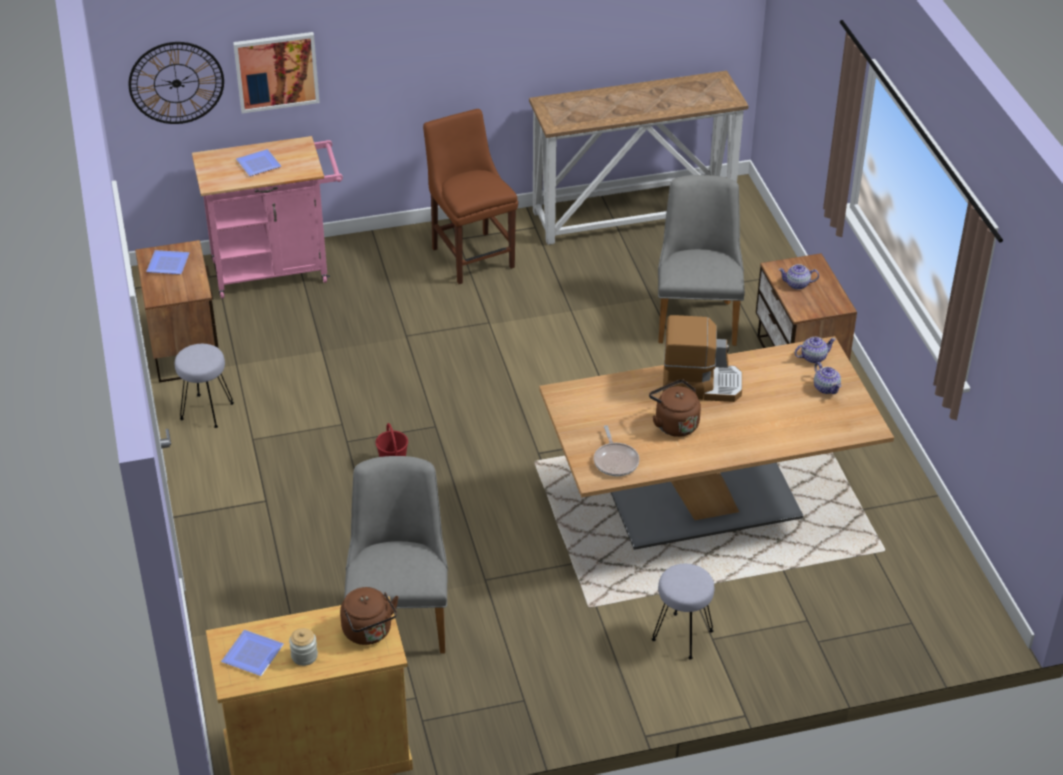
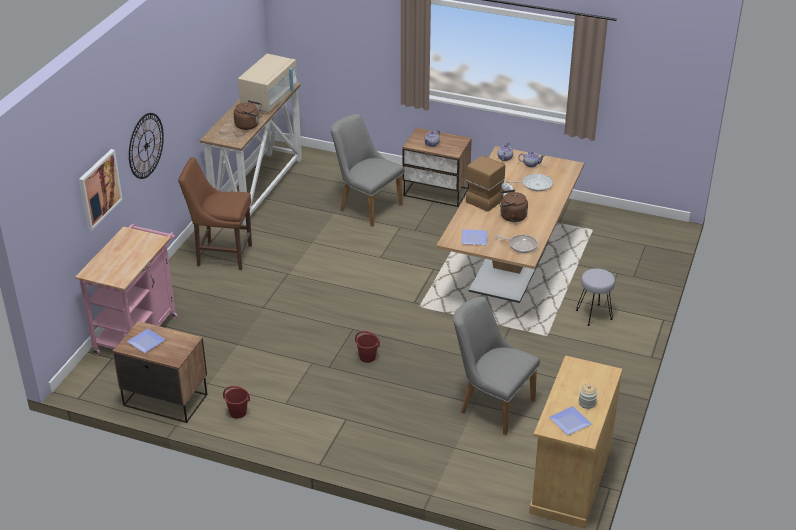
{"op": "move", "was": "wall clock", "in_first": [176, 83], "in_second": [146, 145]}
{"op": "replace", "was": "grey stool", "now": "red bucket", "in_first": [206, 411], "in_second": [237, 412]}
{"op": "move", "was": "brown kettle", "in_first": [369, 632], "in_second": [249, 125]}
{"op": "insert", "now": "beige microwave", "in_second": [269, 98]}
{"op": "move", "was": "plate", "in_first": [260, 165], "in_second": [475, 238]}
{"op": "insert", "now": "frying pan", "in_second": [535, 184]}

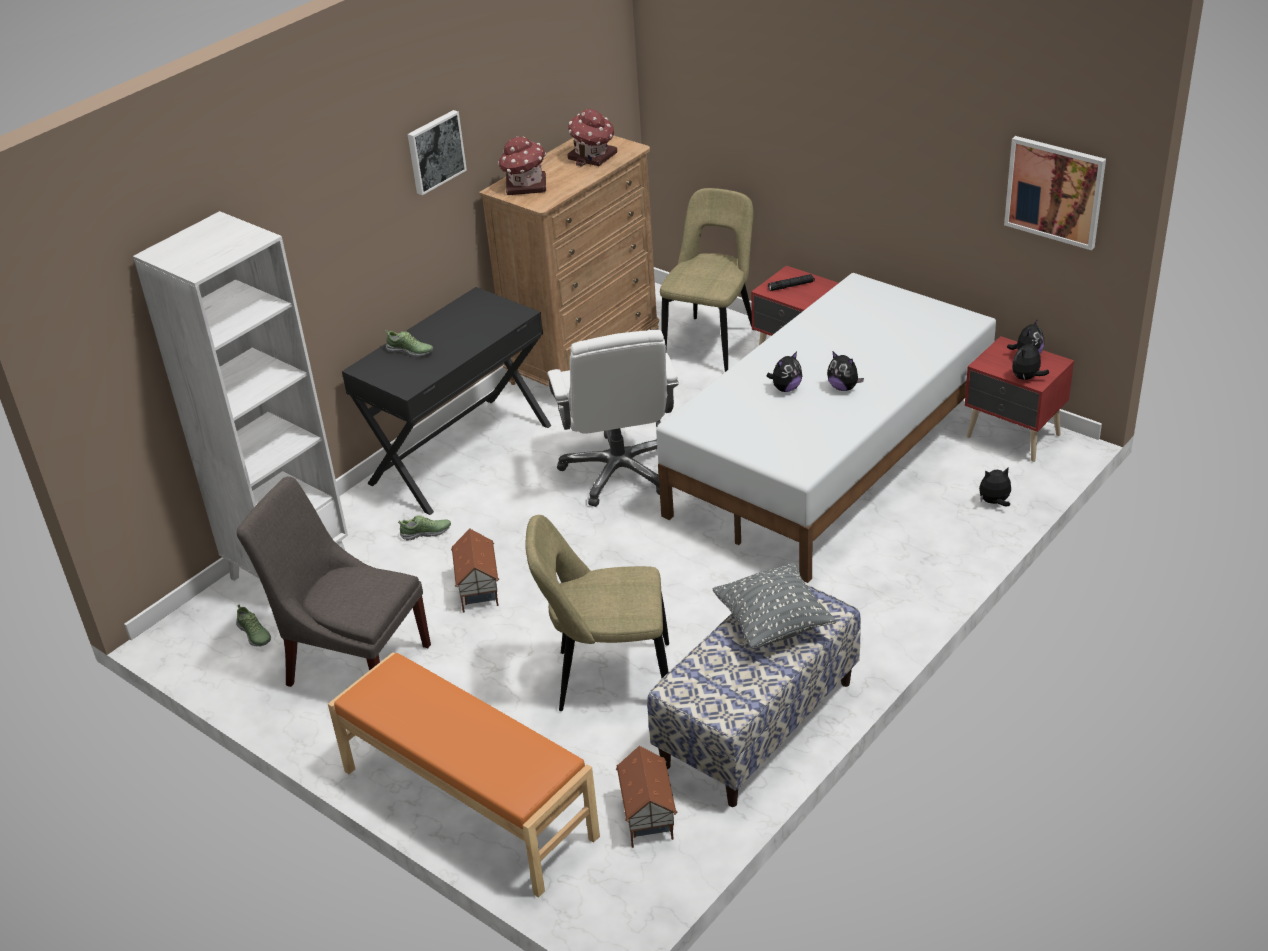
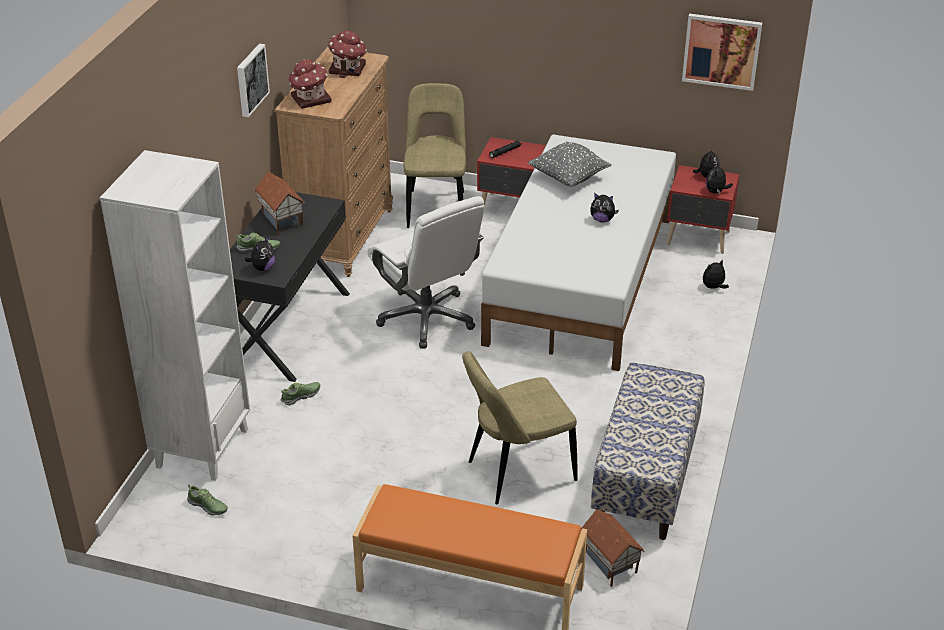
{"op": "move", "was": "plush toy", "in_first": [786, 388], "in_second": [263, 268]}
{"op": "move", "was": "toy house", "in_first": [477, 591], "in_second": [280, 220]}
{"op": "move", "was": "grey pillow", "in_first": [773, 624], "in_second": [568, 178]}
{"op": "delete", "was": "grey chair", "in_first": [353, 662]}

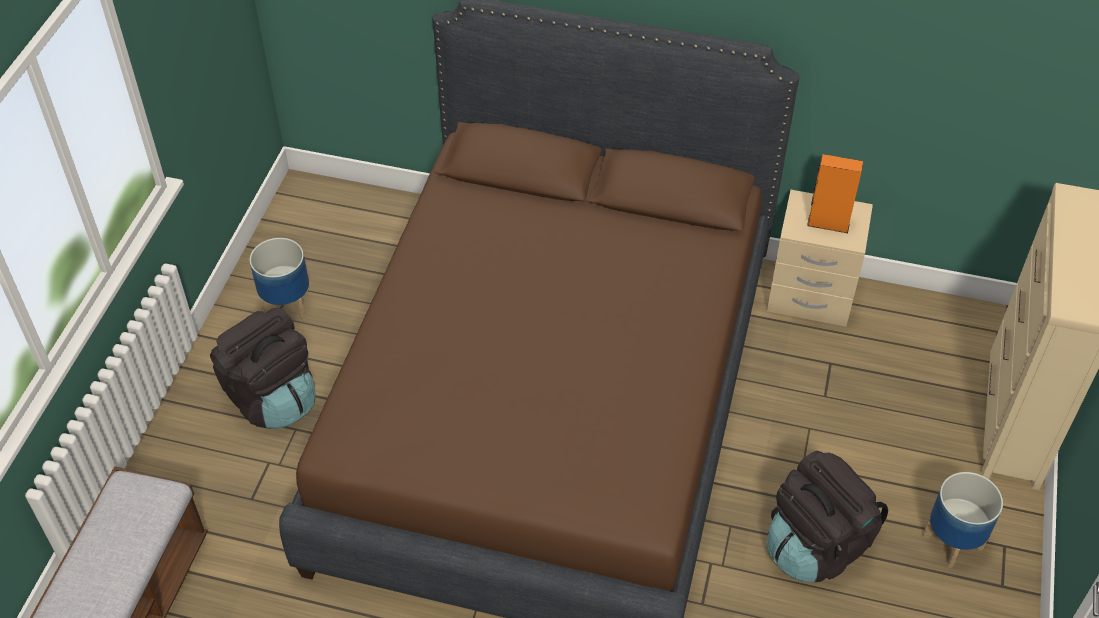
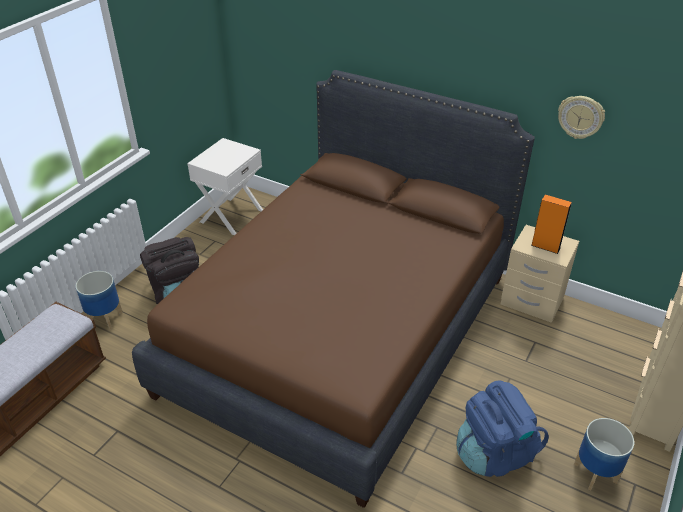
{"op": "move", "was": "planter", "in_first": [287, 305], "in_second": [105, 318]}
{"op": "insert", "now": "white nightstand", "in_second": [231, 216]}
{"op": "recolor", "was": "black backpack", "now": "blue backpack", "in_first": [816, 546], "in_second": [494, 453]}
{"op": "insert", "now": "wall clock", "in_second": [580, 117]}

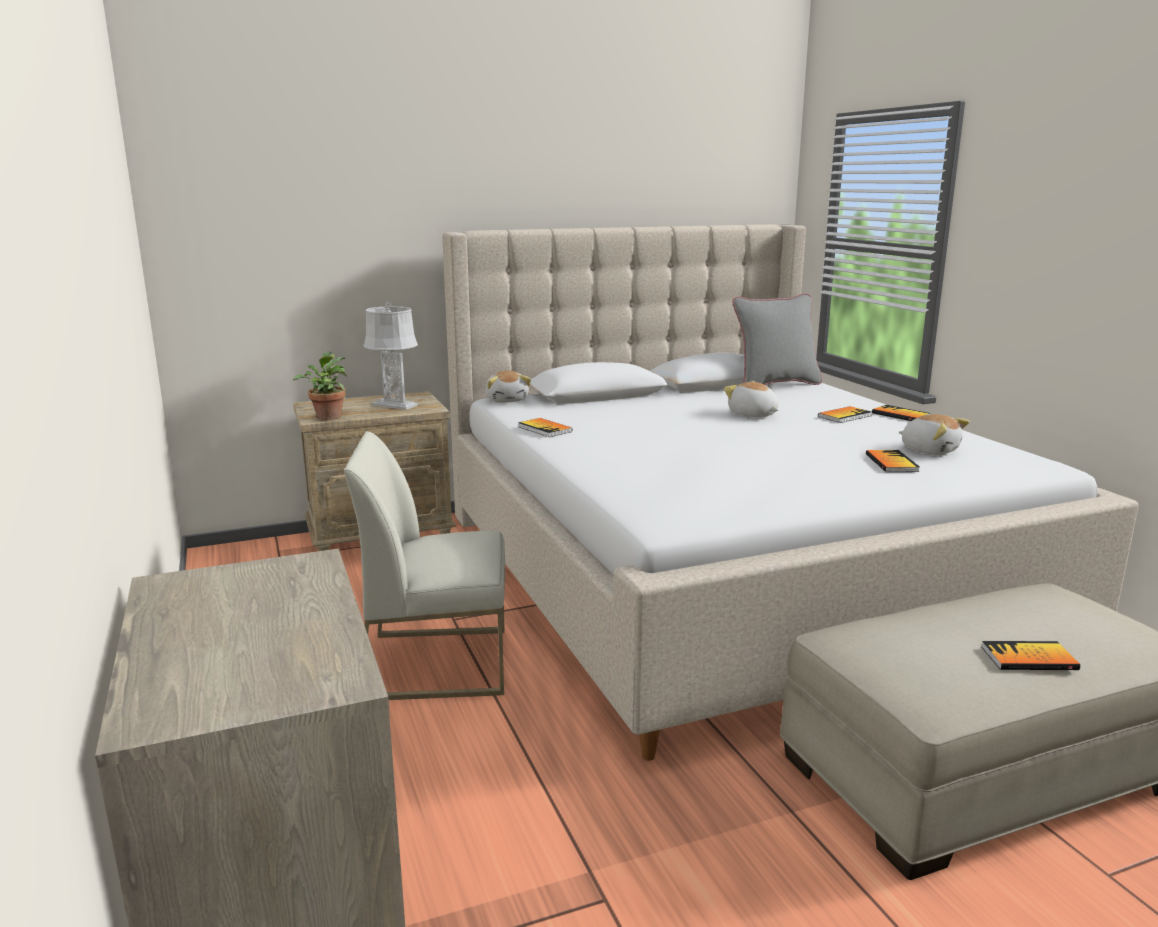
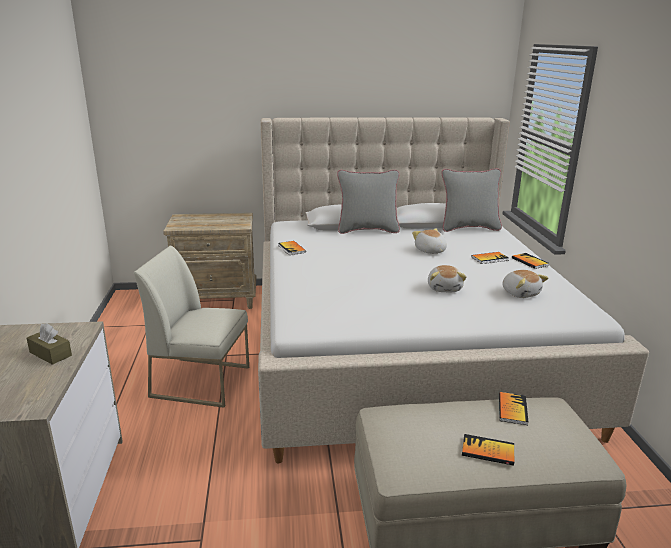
{"op": "insert", "now": "brown tissue box", "in_second": [50, 354]}
{"op": "insert", "now": "grey pillow", "in_second": [367, 230]}
{"op": "move", "was": "plush toy", "in_first": [507, 400], "in_second": [445, 288]}
{"op": "move", "was": "book", "in_first": [891, 463], "in_second": [512, 409]}
{"op": "delete", "was": "potted plant", "in_first": [328, 416]}
{"op": "delete", "was": "grey table lamp", "in_first": [394, 405]}

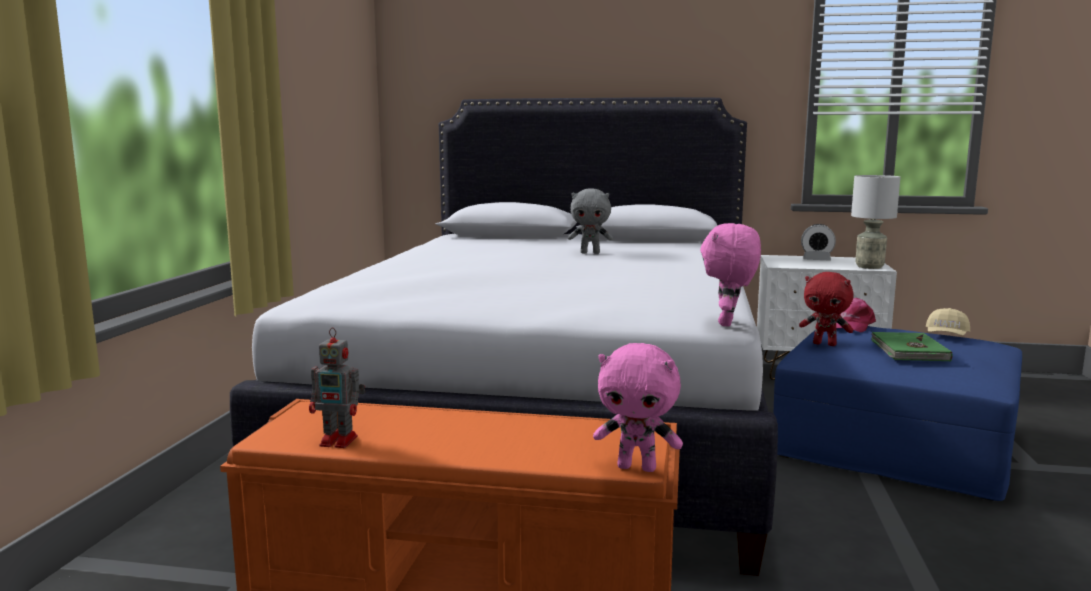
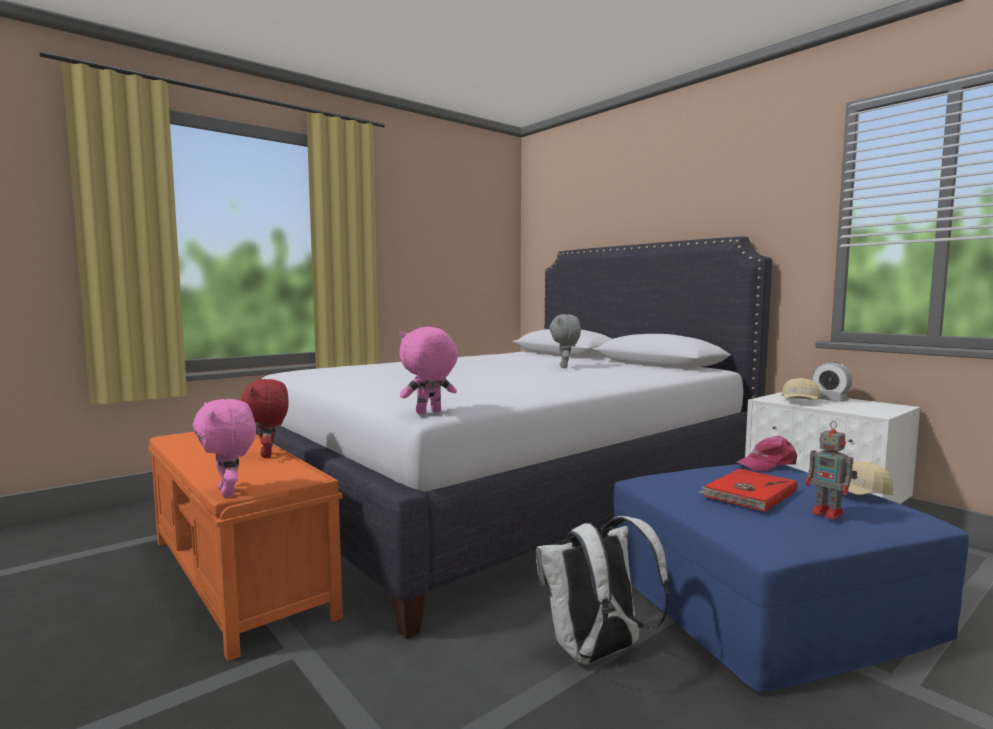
{"op": "move", "was": "red plush toy", "in_first": [825, 344], "in_second": [268, 455]}
{"op": "insert", "now": "white backpack", "in_second": [597, 653]}
{"op": "rotate", "was": "grey plush toy", "in_first": [590, 253], "in_second": [565, 367], "clockwise": 45}
{"op": "recolor", "was": "green book", "now": "red book", "in_first": [908, 350], "in_second": [748, 493]}
{"op": "insert", "now": "beige cap", "in_second": [800, 402]}
{"op": "move", "was": "toy robot", "in_first": [340, 441], "in_second": [829, 513]}
{"op": "delete", "was": "grey table lamp", "in_first": [868, 267]}

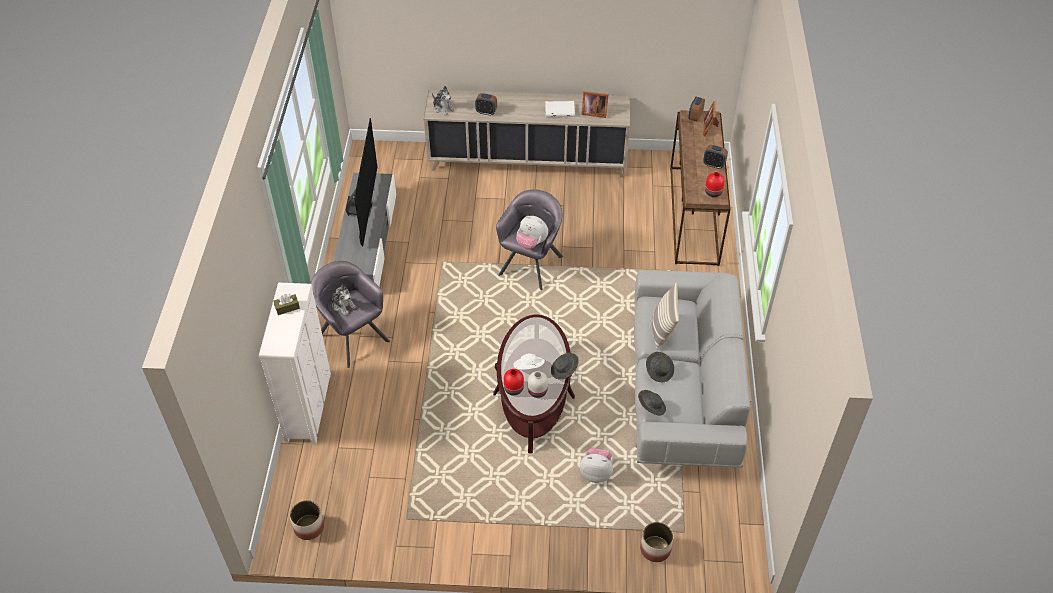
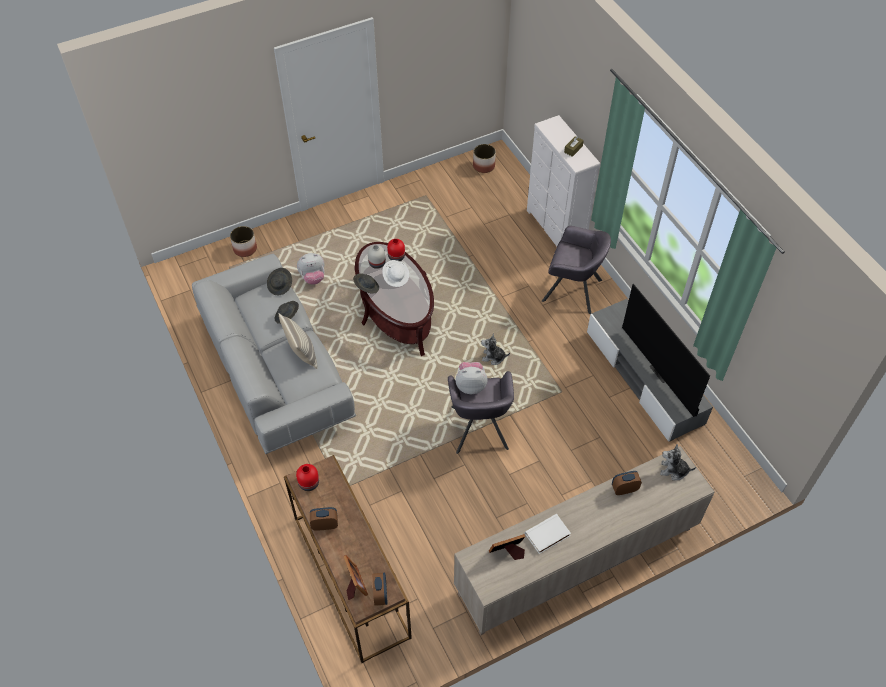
{"op": "move", "was": "plush toy", "in_first": [343, 305], "in_second": [493, 357]}

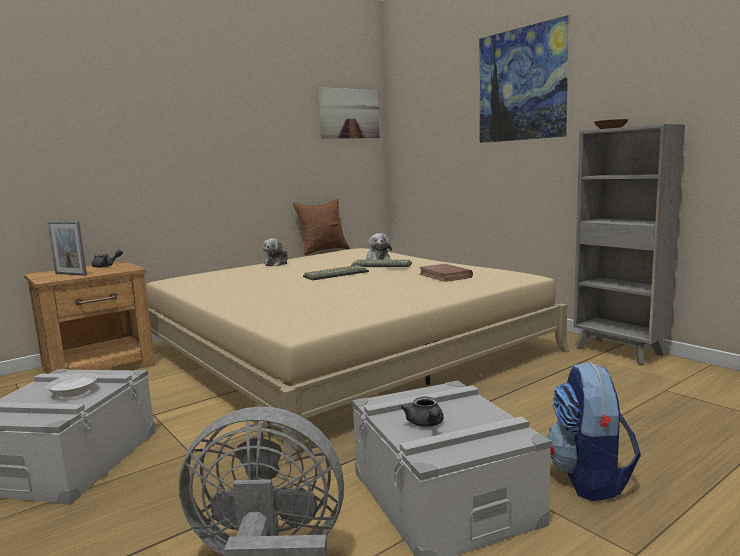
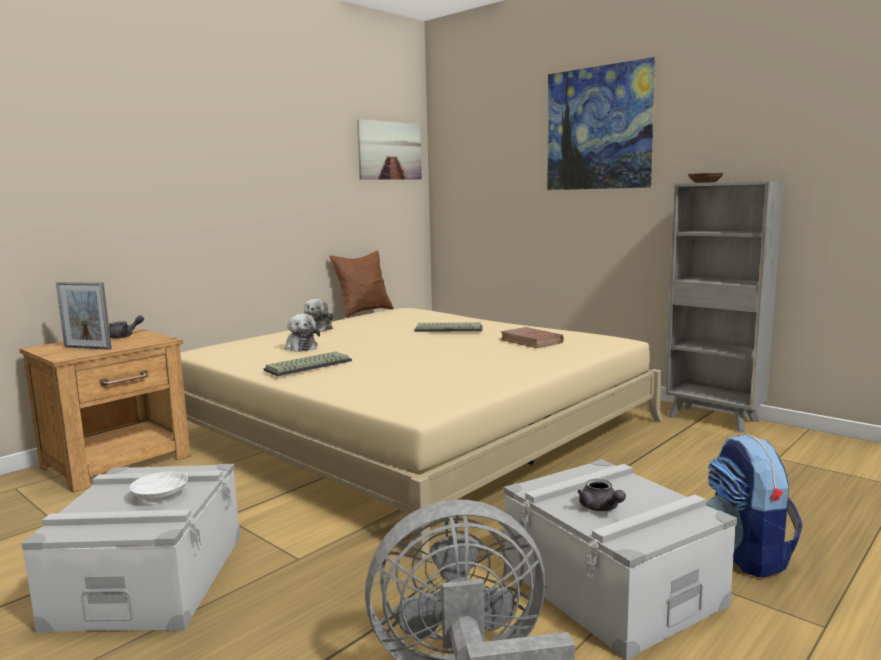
{"op": "move", "was": "keyboard", "in_first": [336, 274], "in_second": [308, 365]}
{"op": "move", "was": "plush toy", "in_first": [377, 258], "in_second": [300, 347]}

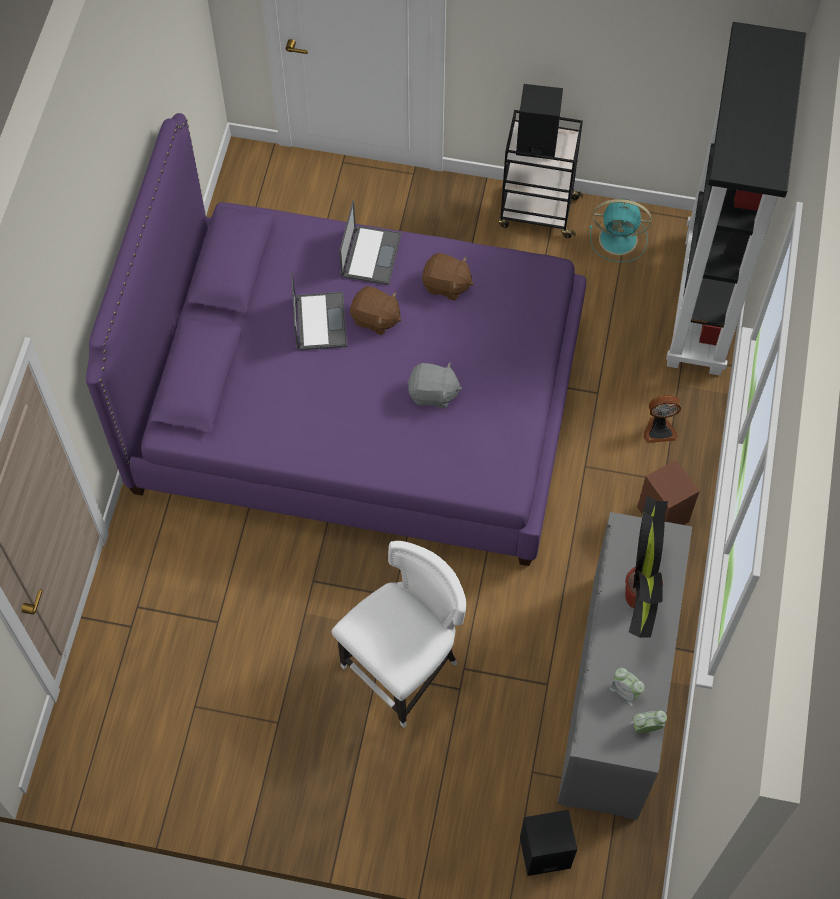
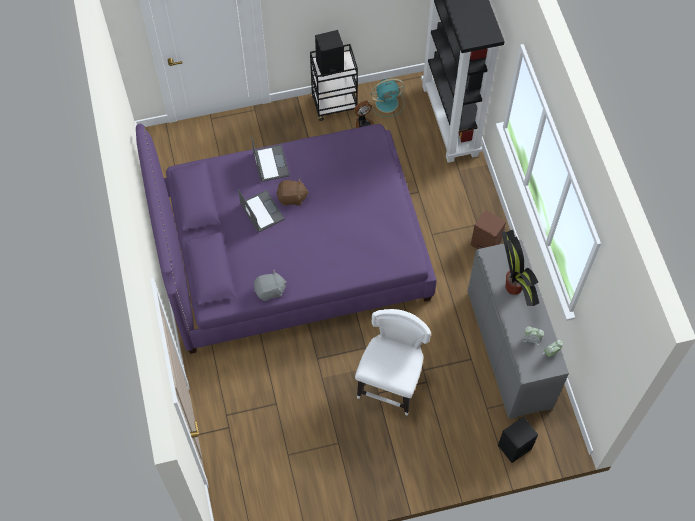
{"op": "move", "was": "grey plush toy", "in_first": [433, 393], "in_second": [270, 291]}
{"op": "move", "was": "fan", "in_first": [659, 429], "in_second": [363, 123]}
{"op": "delete", "was": "brown plush toy", "in_first": [446, 285]}

